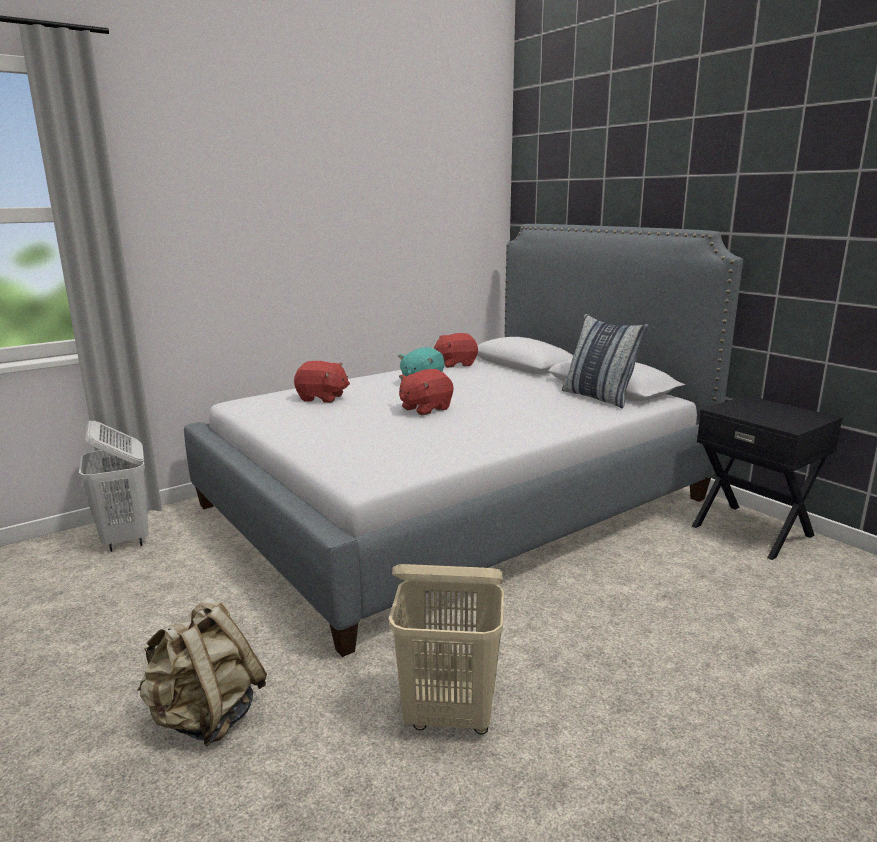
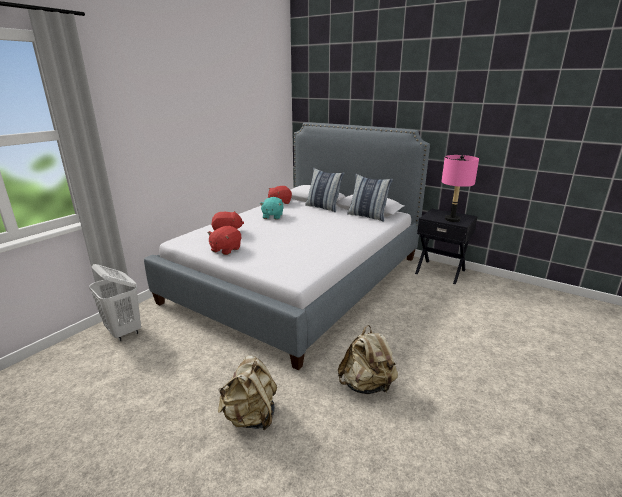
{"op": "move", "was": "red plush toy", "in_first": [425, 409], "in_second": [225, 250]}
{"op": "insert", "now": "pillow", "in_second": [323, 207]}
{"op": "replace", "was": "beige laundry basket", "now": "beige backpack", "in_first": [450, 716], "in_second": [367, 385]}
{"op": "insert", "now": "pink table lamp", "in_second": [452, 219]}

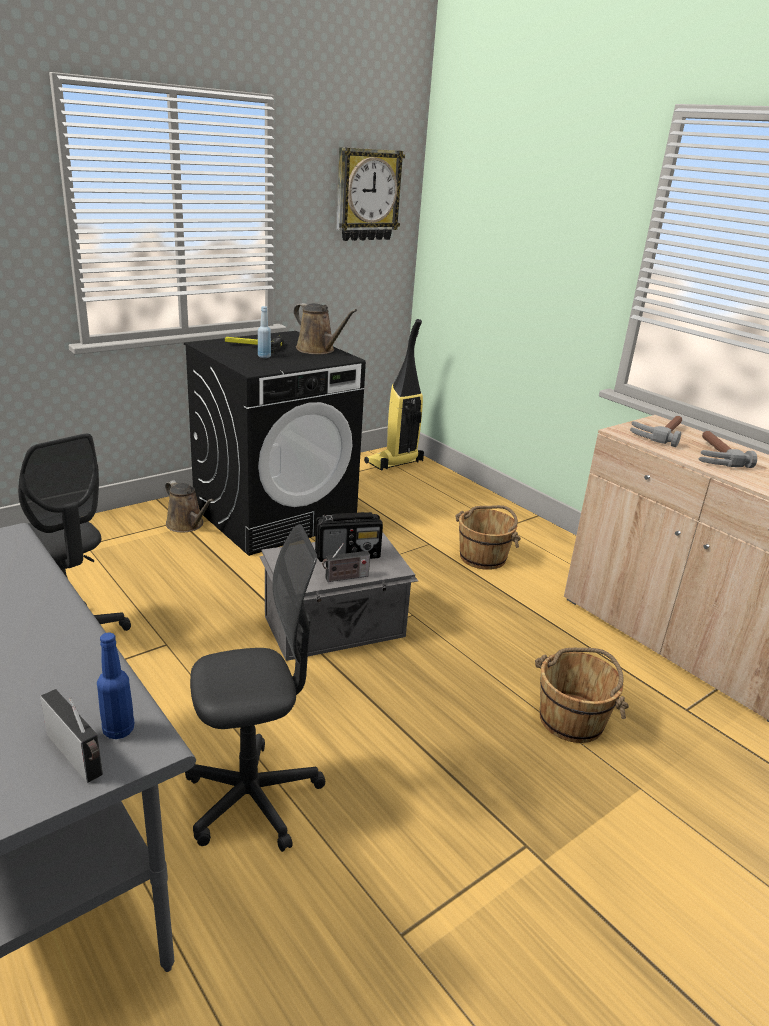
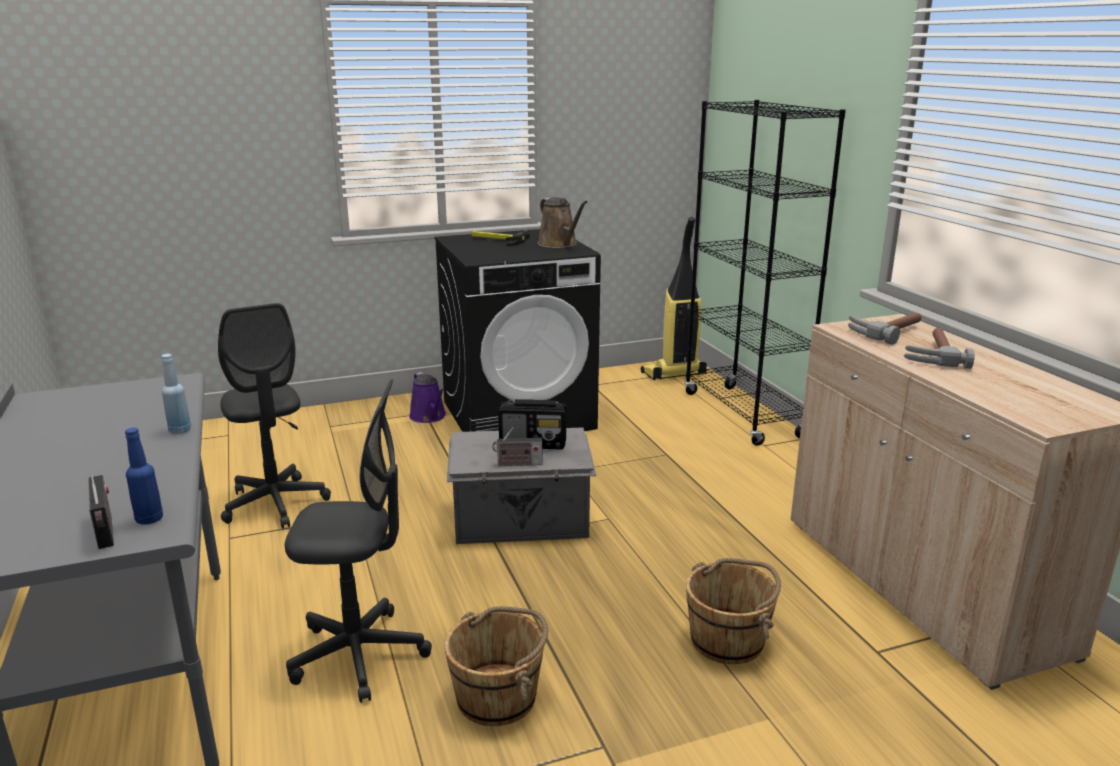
{"op": "move", "was": "blue bottle", "in_first": [264, 356], "in_second": [180, 430]}
{"op": "recolor", "was": "brown watering can", "now": "purple watering can", "in_first": [187, 525], "in_second": [429, 417]}
{"op": "move", "was": "brown bucket", "in_first": [483, 557], "in_second": [498, 697]}
{"op": "insert", "now": "black bookcase", "in_second": [743, 415]}
{"op": "delete", "was": "wall clock", "in_first": [367, 195]}

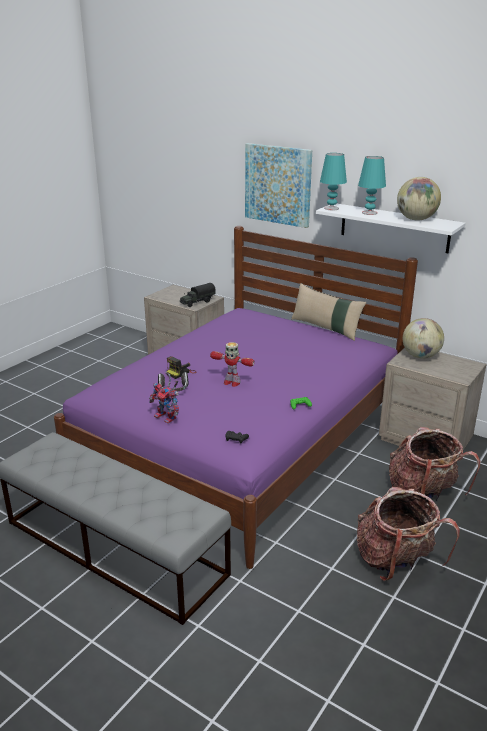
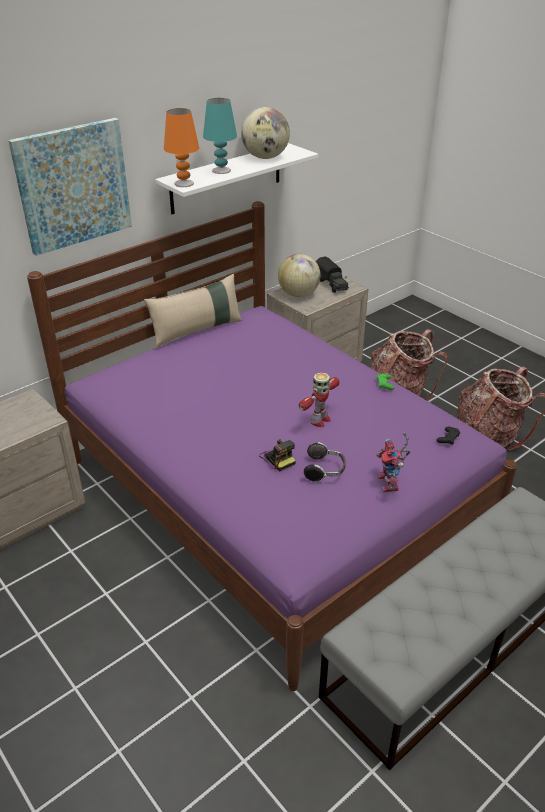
{"op": "recolor", "was": "turquoise table lamp", "now": "orange table lamp", "in_first": [331, 208], "in_second": [184, 183]}
{"op": "move", "was": "toy truck", "in_first": [197, 302], "in_second": [332, 284]}
{"op": "rotate", "was": "toy robot", "in_first": [168, 417], "in_second": [390, 484], "clockwise": 120}

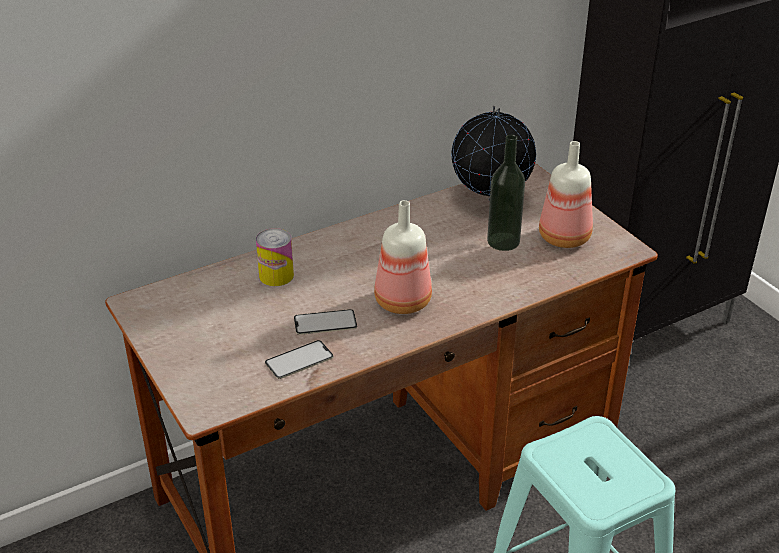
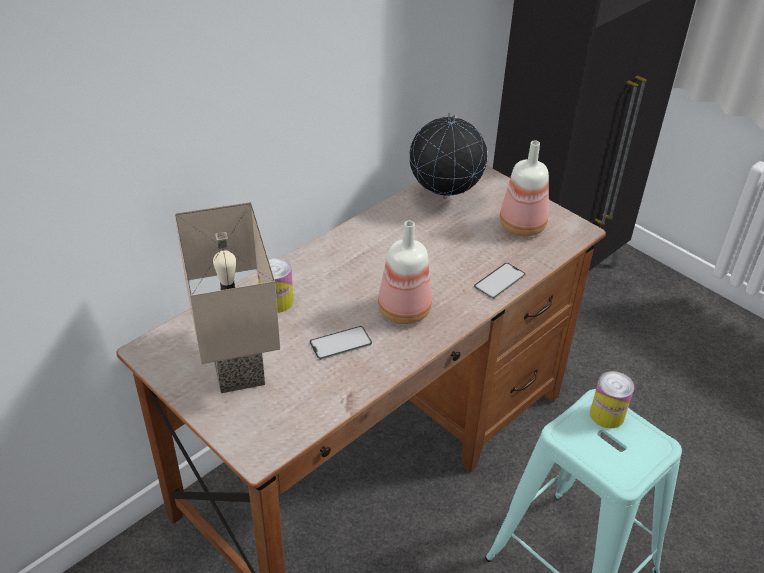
{"op": "insert", "now": "beige table lamp", "in_second": [241, 363]}
{"op": "move", "was": "phone", "in_first": [299, 360], "in_second": [499, 281]}
{"op": "insert", "now": "can", "in_second": [607, 415]}
{"op": "delete", "was": "bottle", "in_first": [503, 241]}

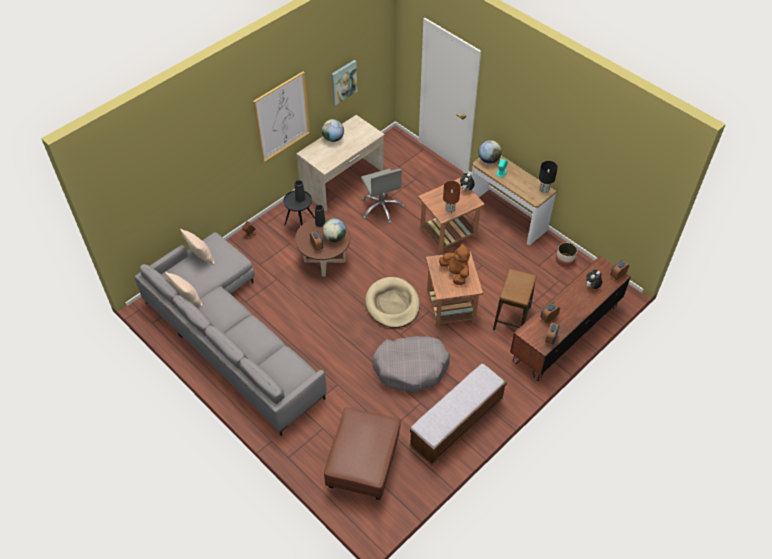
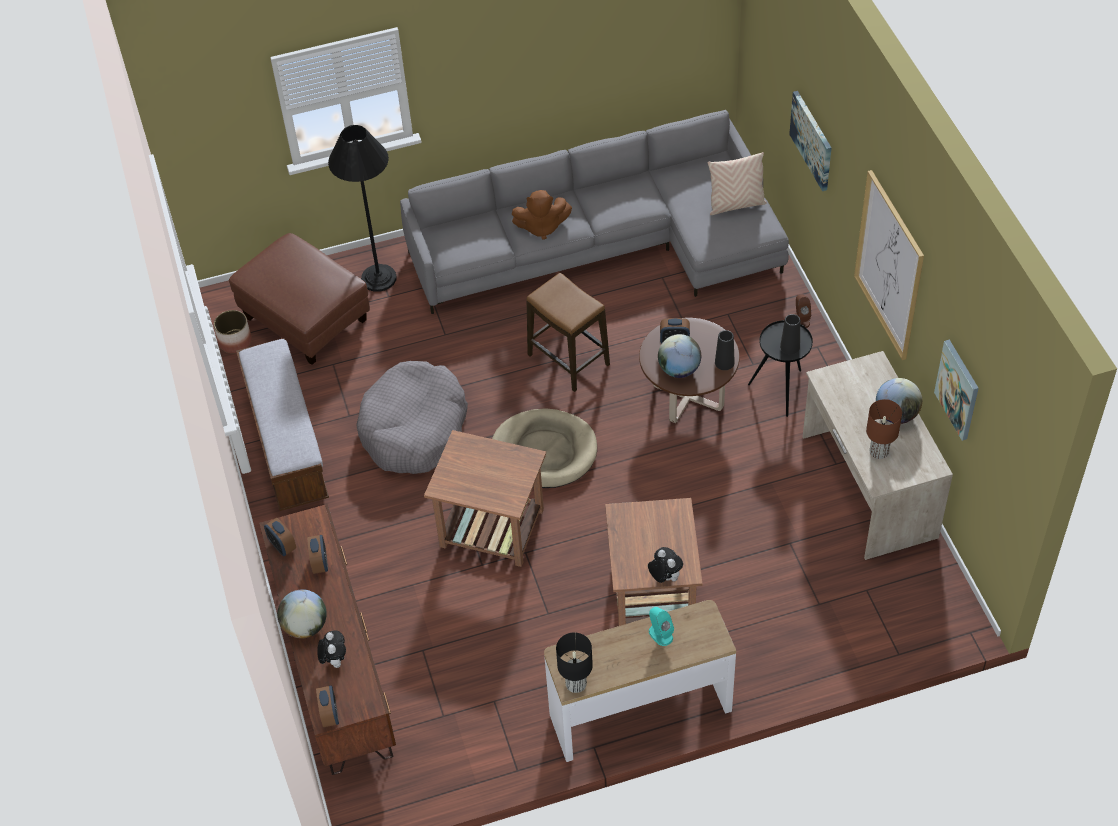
{"op": "move", "was": "planter", "in_first": [565, 260], "in_second": [235, 341]}
{"op": "move", "was": "globe", "in_first": [488, 160], "in_second": [305, 626]}
{"op": "insert", "now": "black floor lamp", "in_second": [378, 278]}
{"op": "move", "was": "brown plush toy", "in_first": [455, 273], "in_second": [541, 227]}
{"op": "move", "was": "stool", "in_first": [512, 318], "in_second": [568, 360]}
{"op": "insert", "now": "picture", "in_second": [812, 140]}
{"op": "move", "was": "brown table lamp", "in_first": [450, 209], "in_second": [879, 452]}
{"op": "delete", "was": "beige pillow", "in_first": [188, 299]}
{"op": "delete", "was": "grey office chair", "in_first": [381, 208]}

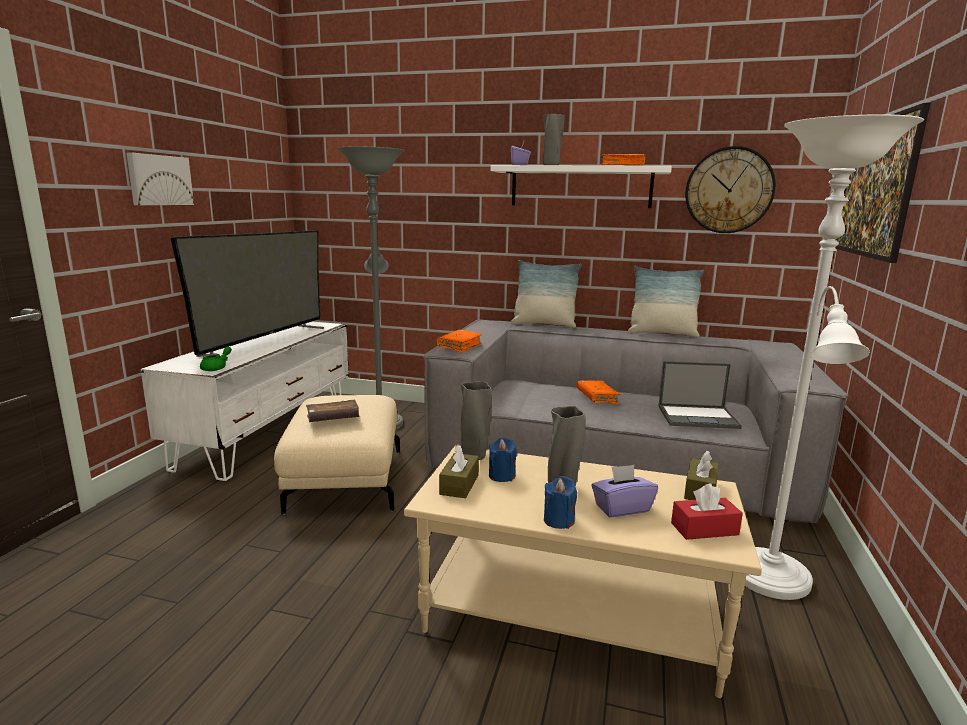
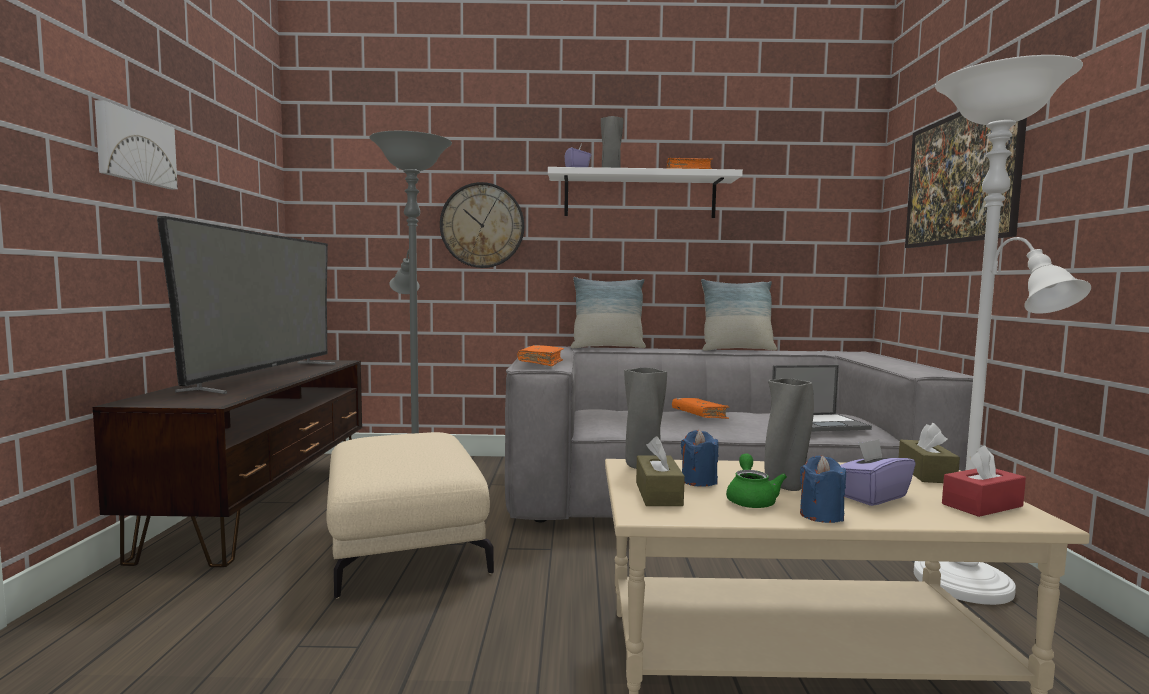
{"op": "recolor", "was": "white tv stand", "now": "brown tv stand", "in_first": [268, 432], "in_second": [264, 503]}
{"op": "move", "was": "wall clock", "in_first": [729, 190], "in_second": [482, 225]}
{"op": "move", "was": "green teapot", "in_first": [217, 368], "in_second": [751, 499]}
{"op": "delete", "was": "brown book", "in_first": [333, 418]}

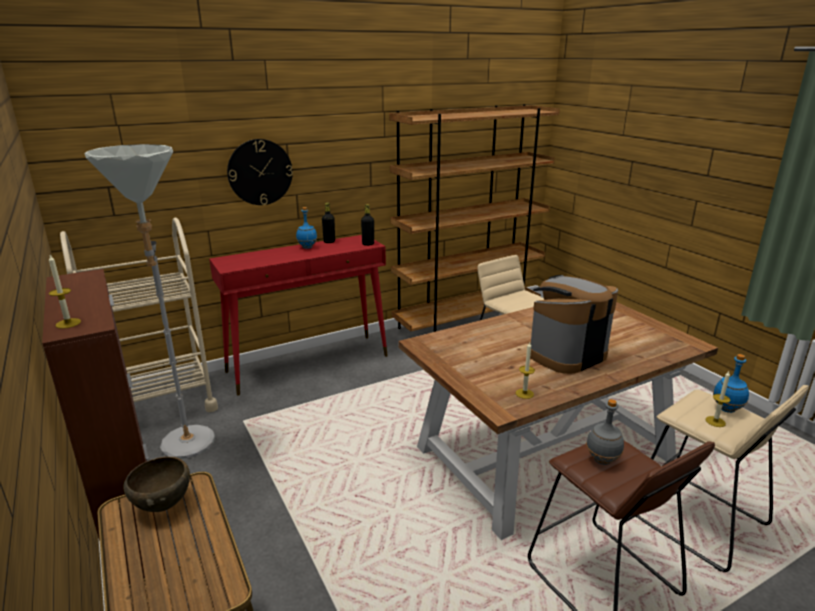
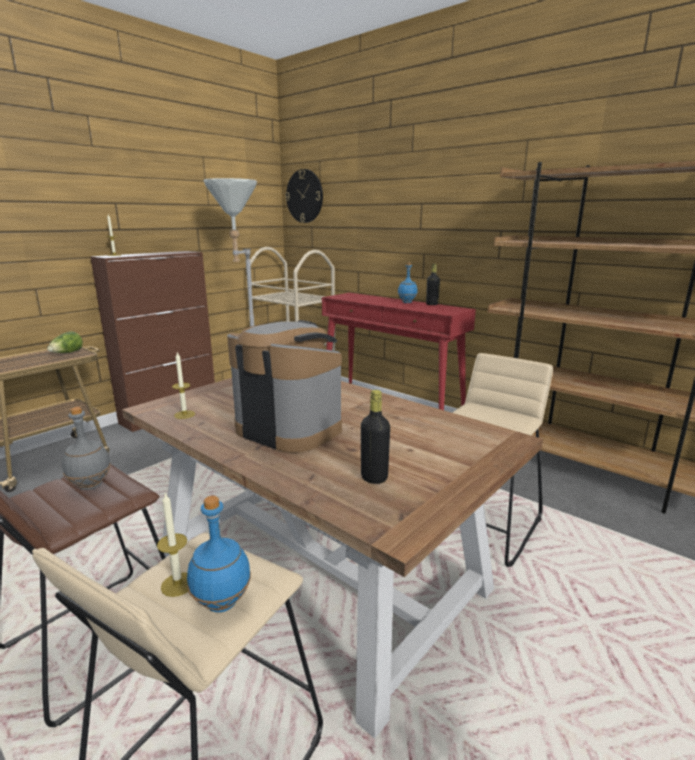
{"op": "replace", "was": "brown bowl", "now": "lettuce", "in_first": [163, 505], "in_second": [67, 353]}
{"op": "move", "was": "wall clock", "in_first": [260, 172], "in_second": [304, 196]}
{"op": "move", "was": "black bottle", "in_first": [368, 244], "in_second": [374, 478]}

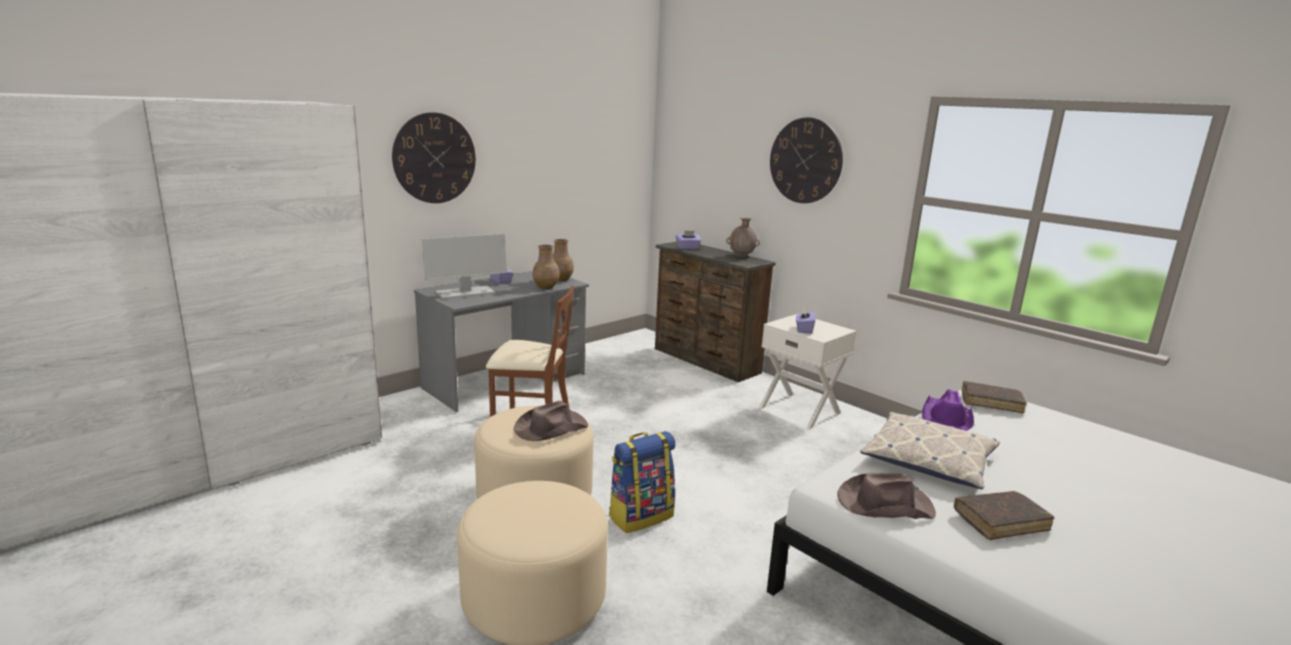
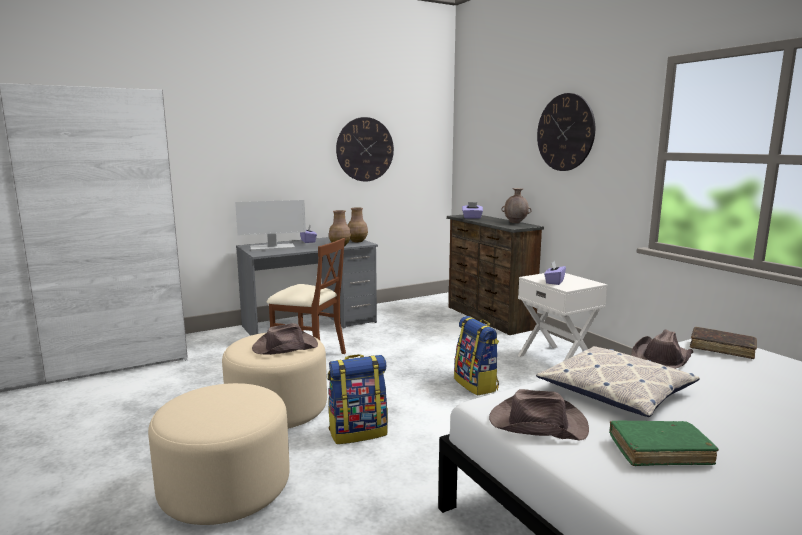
{"op": "move", "was": "wall clock", "in_first": [434, 158], "in_second": [365, 149]}
{"op": "insert", "now": "backpack", "in_second": [476, 384]}
{"op": "recolor", "was": "brown book", "now": "green book", "in_first": [1000, 521], "in_second": [659, 451]}
{"op": "recolor", "was": "purple hat", "now": "brown hat", "in_first": [946, 417], "in_second": [662, 358]}

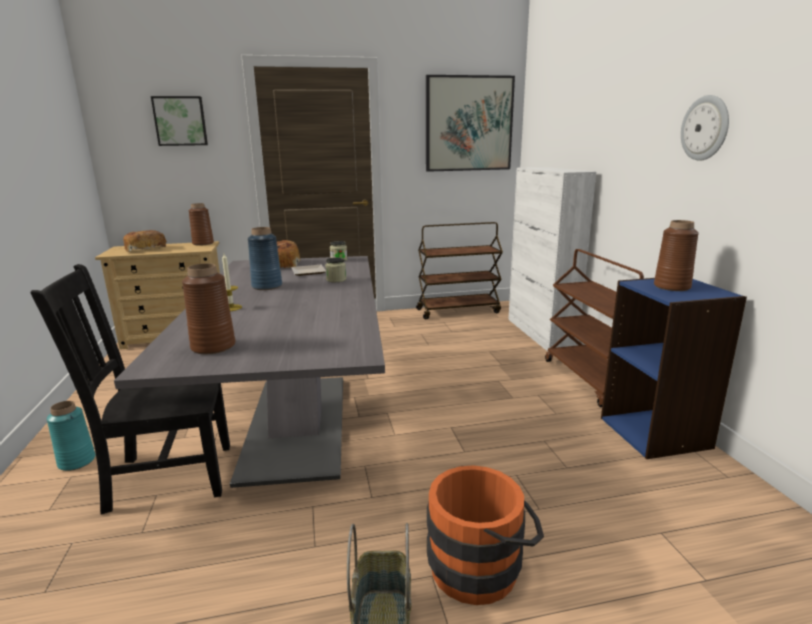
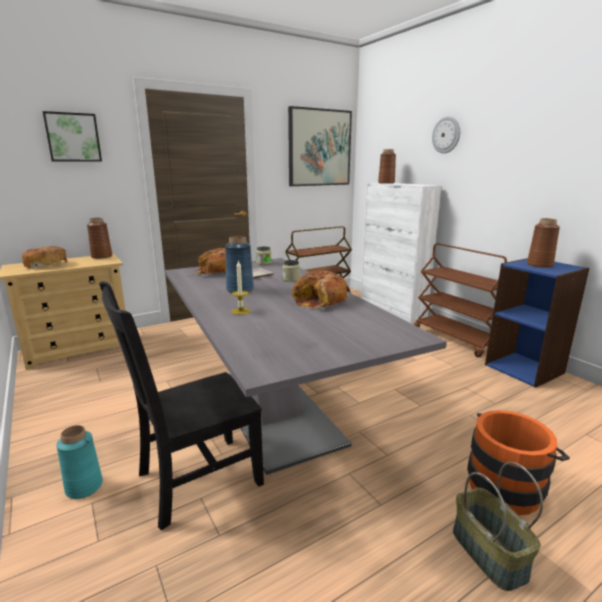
{"op": "insert", "now": "bread", "in_second": [320, 301]}
{"op": "move", "was": "brown vase", "in_first": [213, 347], "in_second": [386, 183]}
{"op": "move", "was": "wall clock", "in_first": [705, 128], "in_second": [446, 135]}

